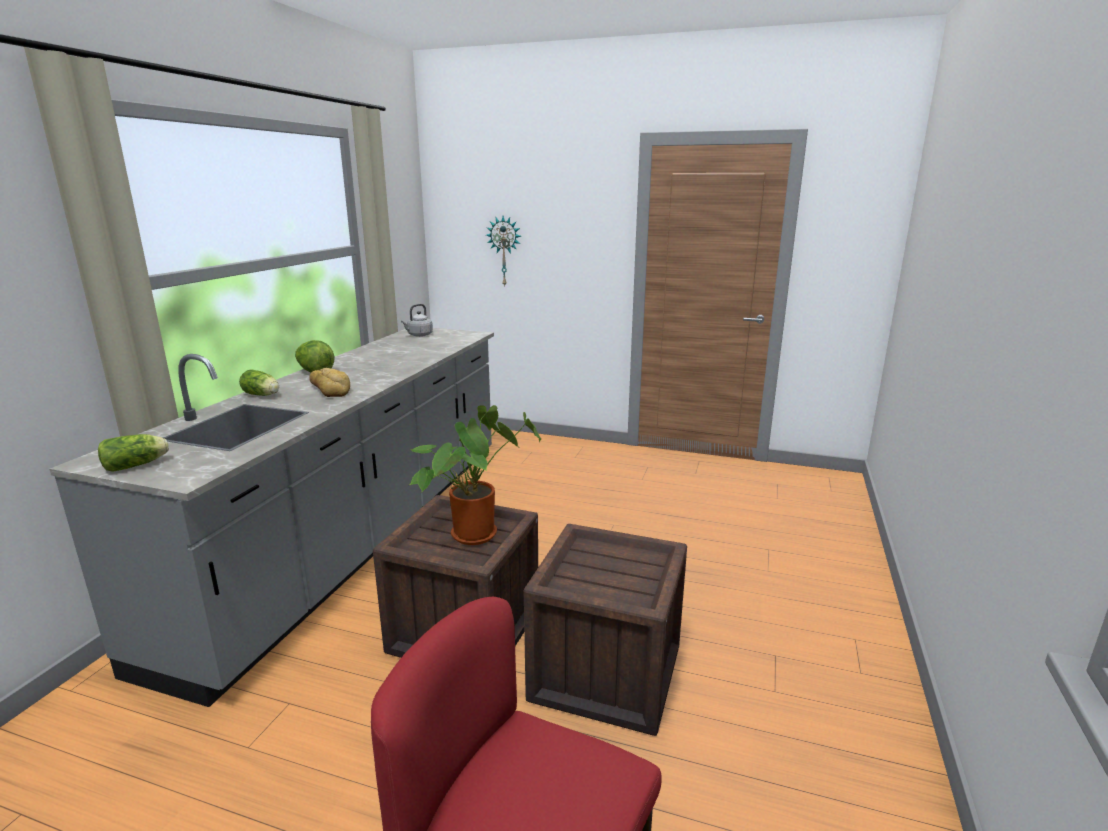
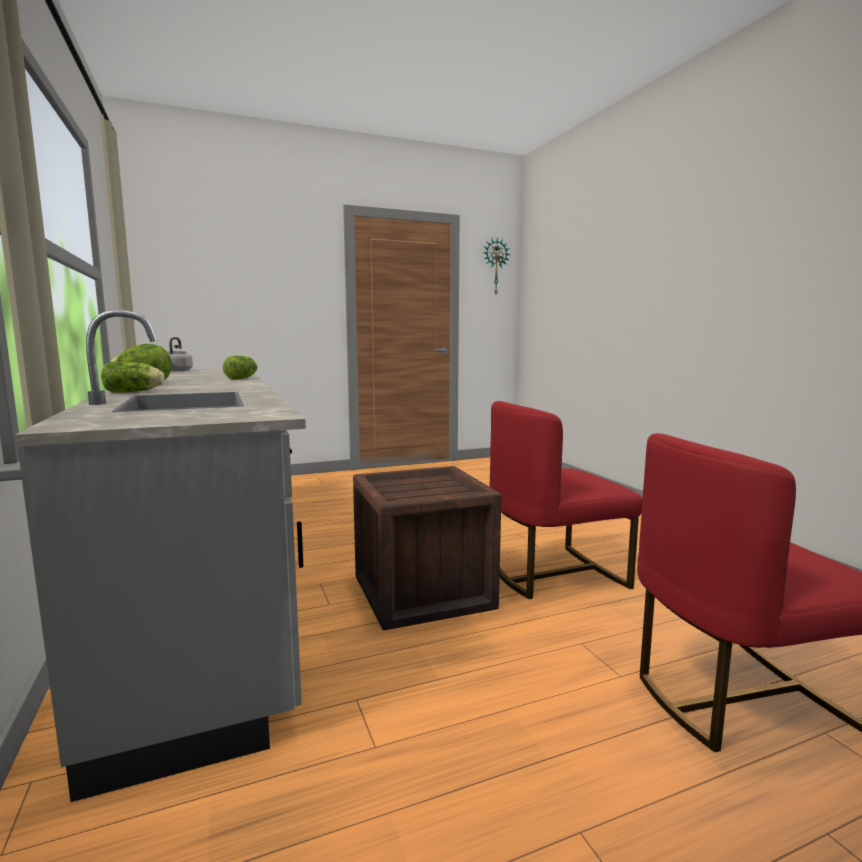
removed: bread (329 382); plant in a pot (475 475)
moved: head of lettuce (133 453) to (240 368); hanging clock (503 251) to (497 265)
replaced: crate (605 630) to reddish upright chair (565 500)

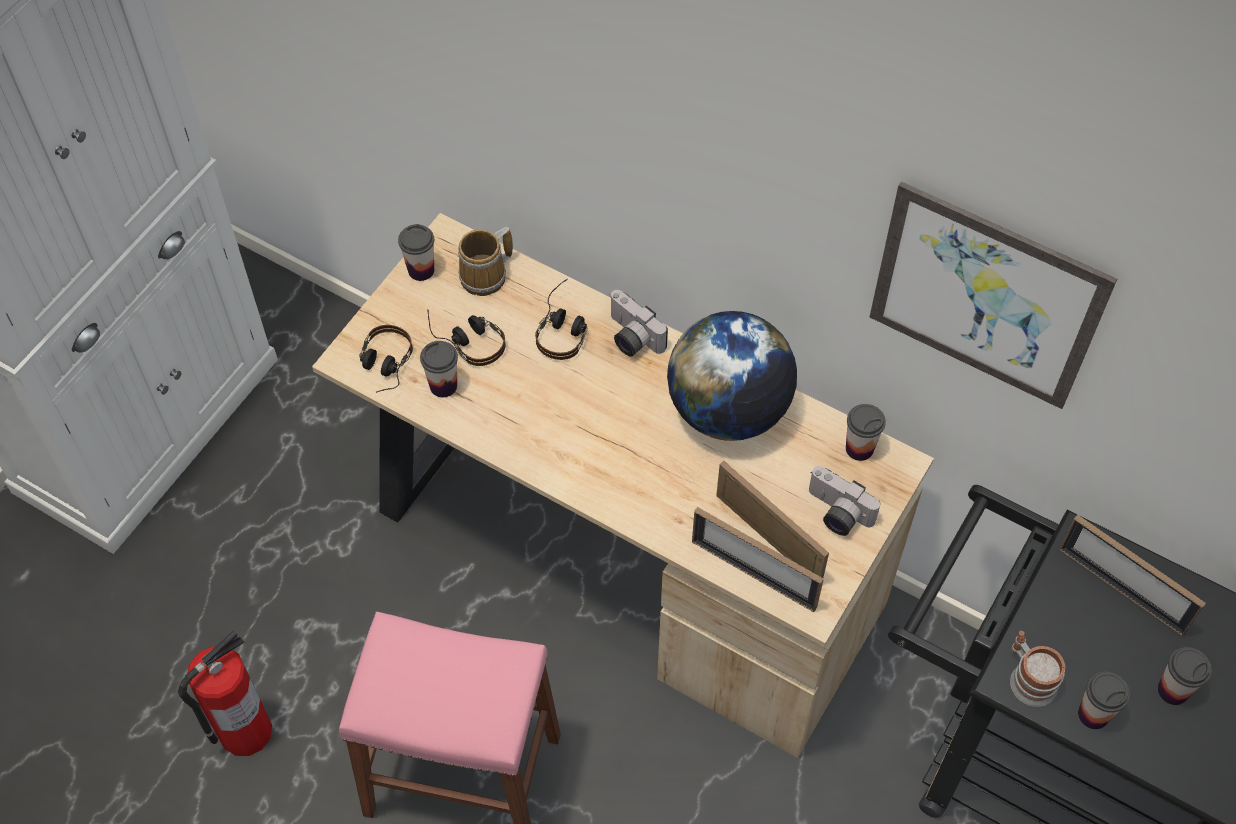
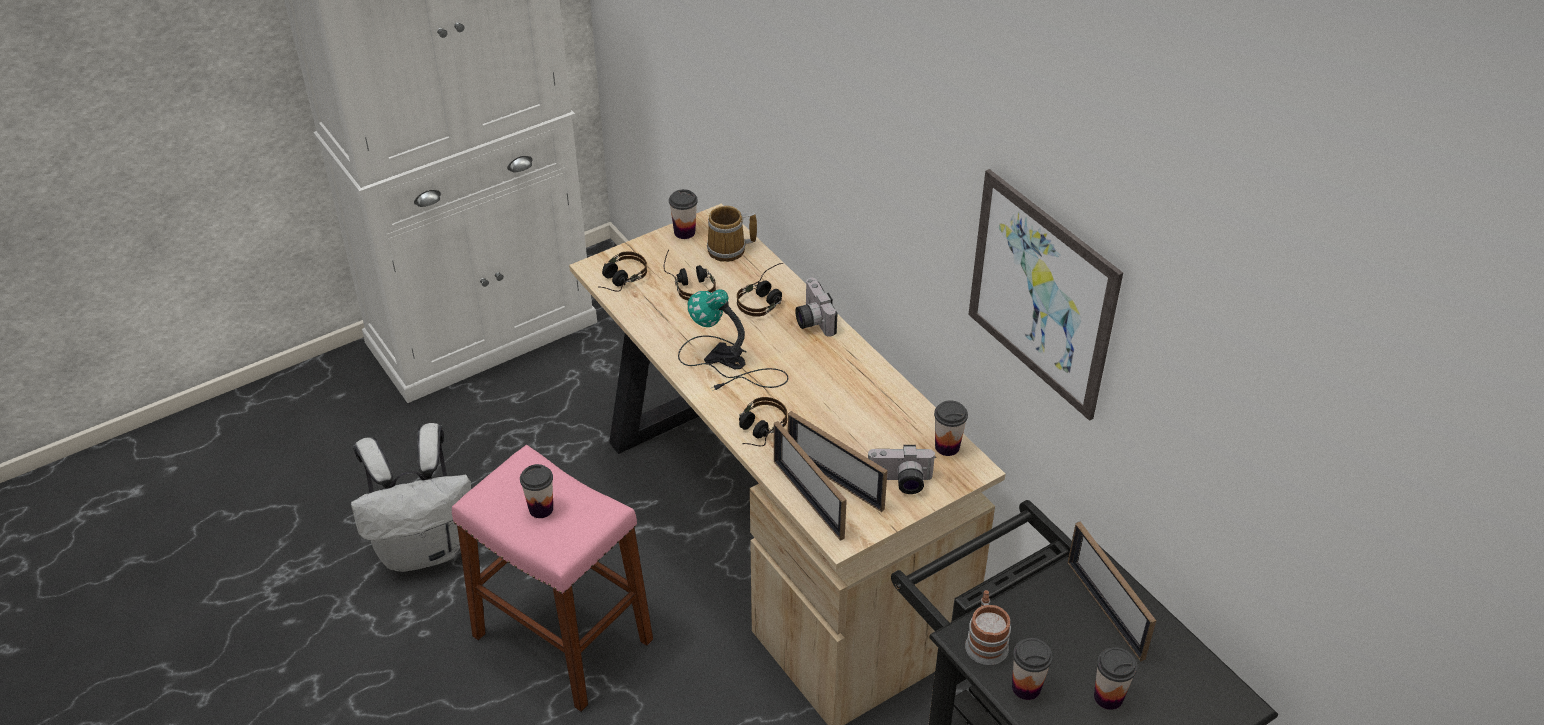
removed: desk globe (732 376)
added: lamp for a table (733 340); headset (763 421)
moved: small cup (439 369) to (536 491)
replaced: fire extinguisher (225 693) to white knapsack (411 497)
turned: standing frame (772 519) = (838 461) 150 degrees clockwise; still camera (844 501) = (901 469) 60 degrees counterclockwise

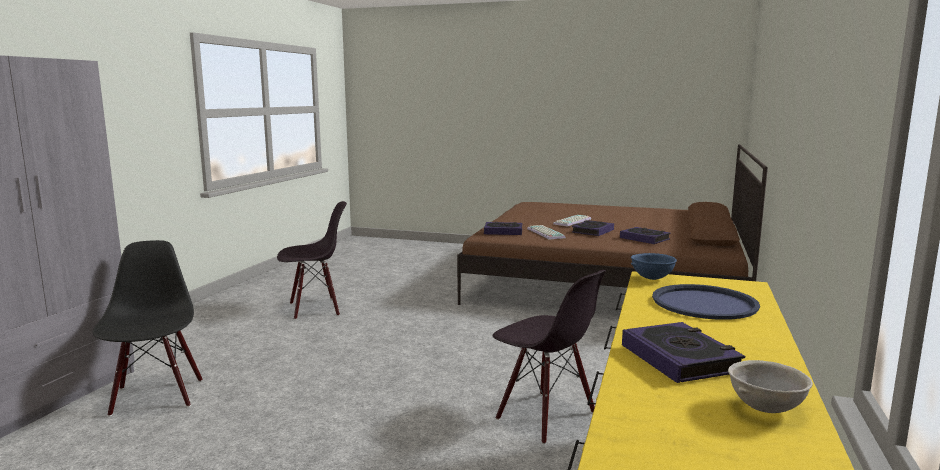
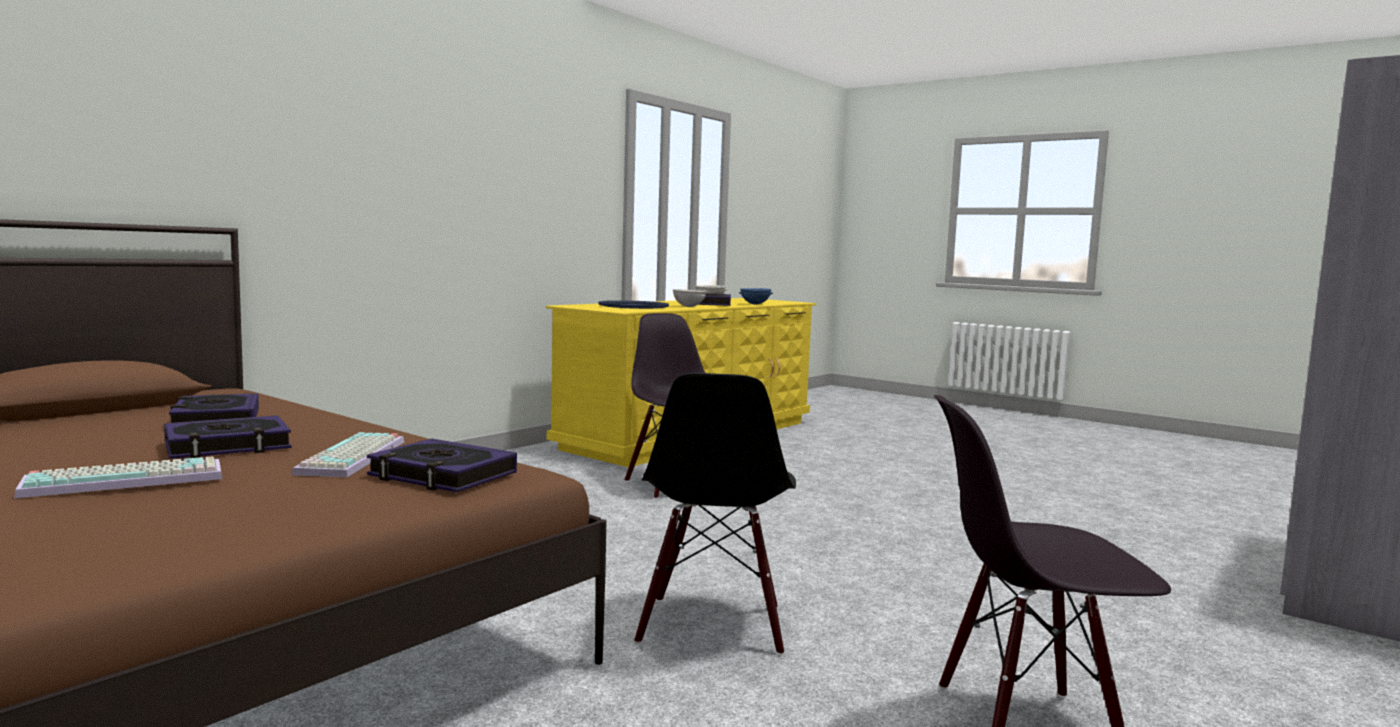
added: grey deep dish (690 298)
moved: black-coloured upright chair (148 328) to (715 514); bluish deep dish (654 266) to (756 296)

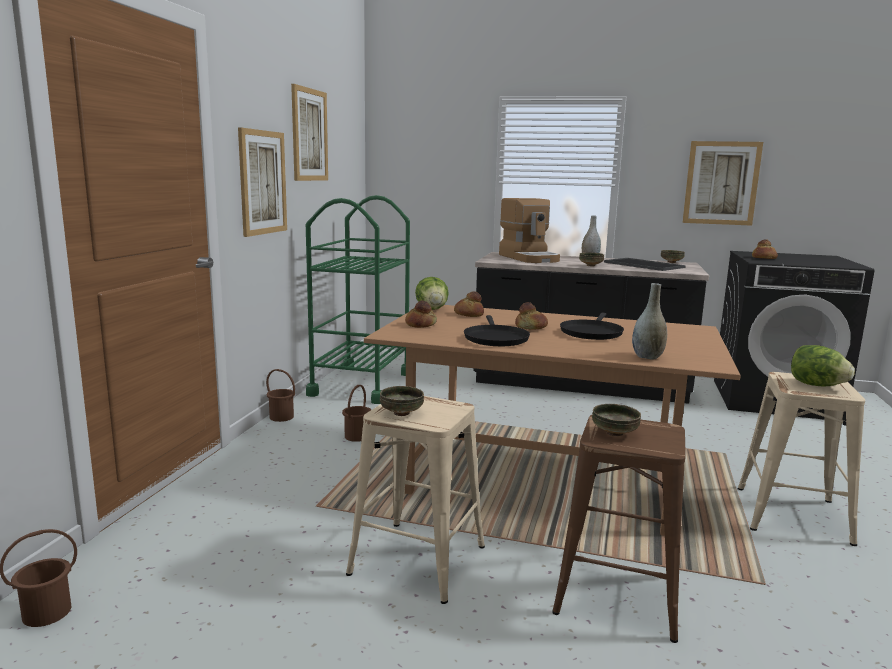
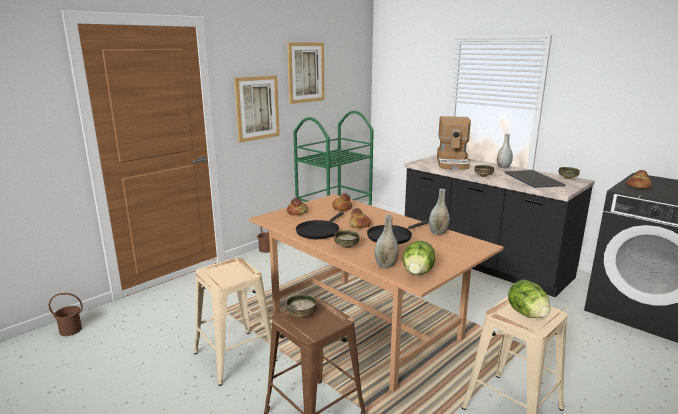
removed: brown-coloured bucket (356 413); wall picture (722 183)
added: grey vase (439 212)
moved: deep dish (402 401) to (346 239); head of lettuce (432 293) to (419 258)

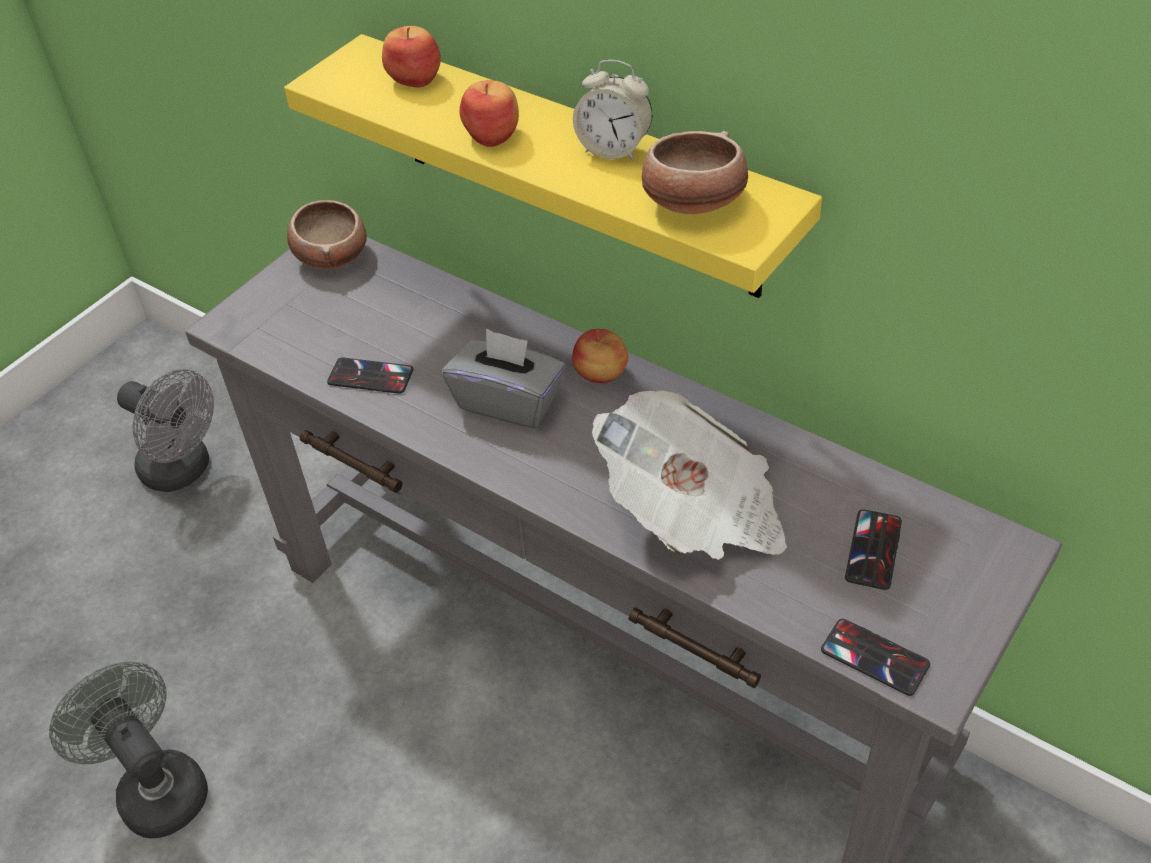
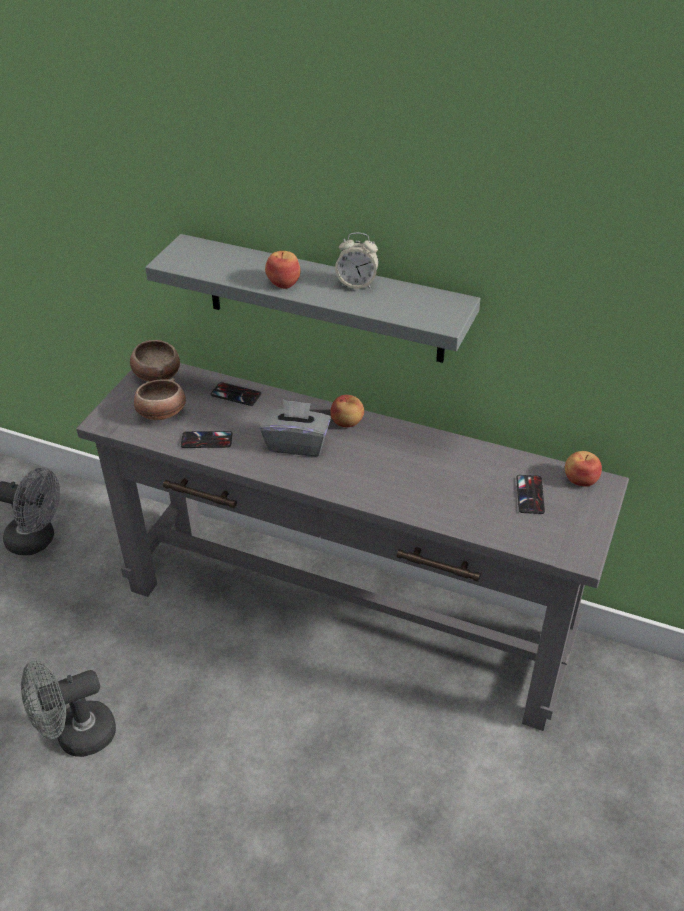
removed: newspaper (689 475)
moved: whole apple (411 57) to (583 469); deep dish (695 172) to (160 399); phone (875 657) to (236 394)
recoloured: yellowish wall shelf (553 166) to grey wall shelf (312 298)
turned: grey fan (128 750) = (68 708) 60 degrees counterclockwise

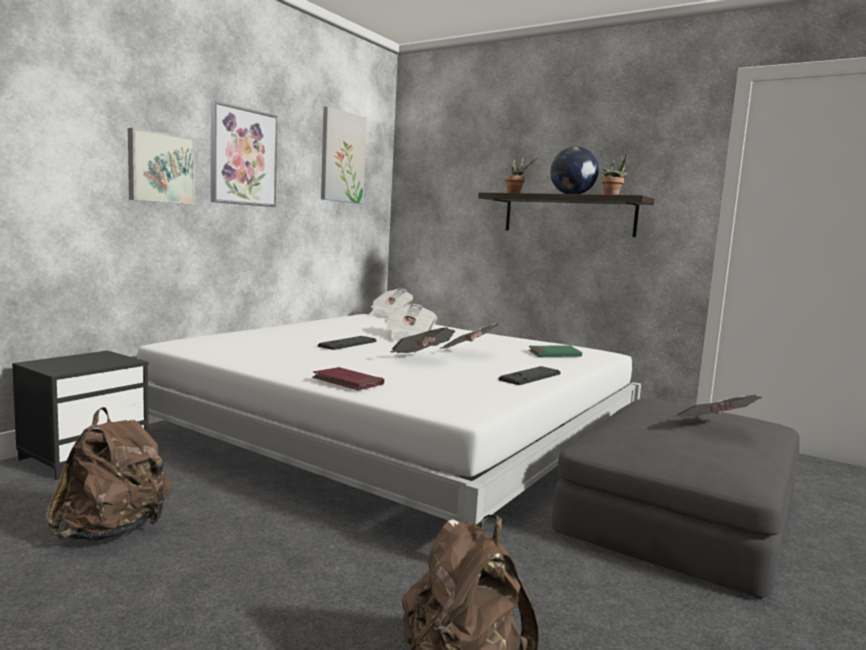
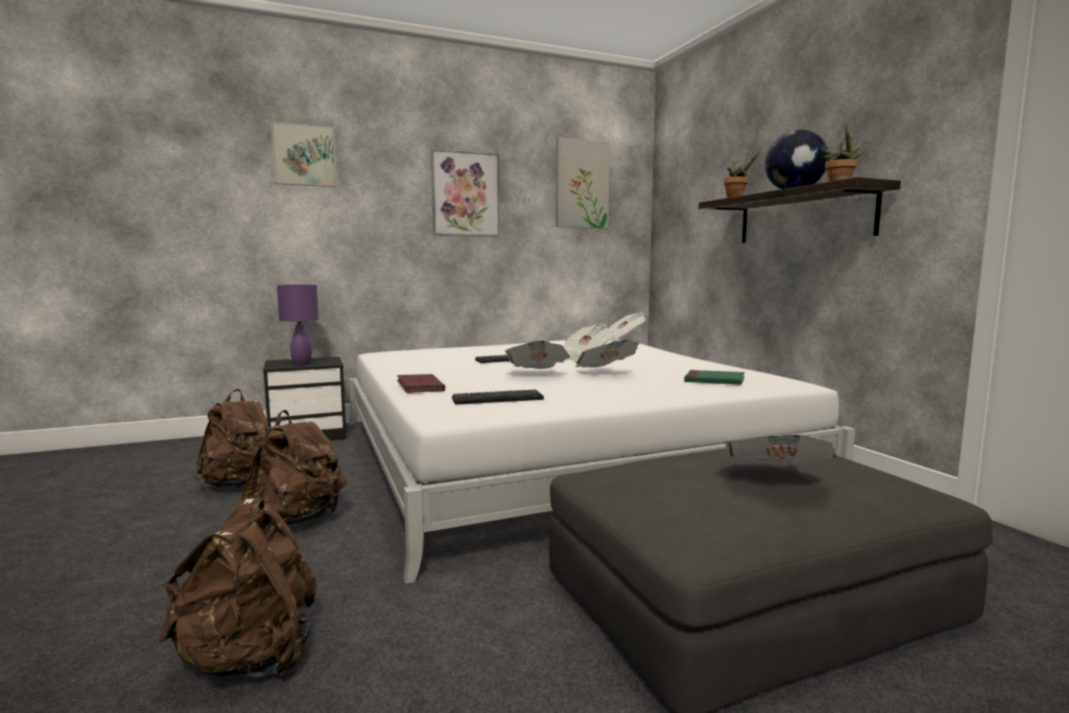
added: brown-coloured knapsack (293 467); purple lamp for a table (298 324)
moved: wall picture (161 166) to (303 154); computer keyboard (530 375) to (498 397)

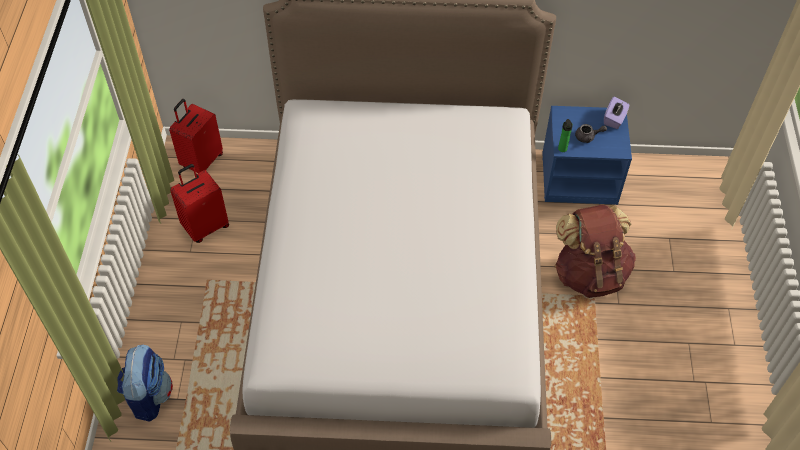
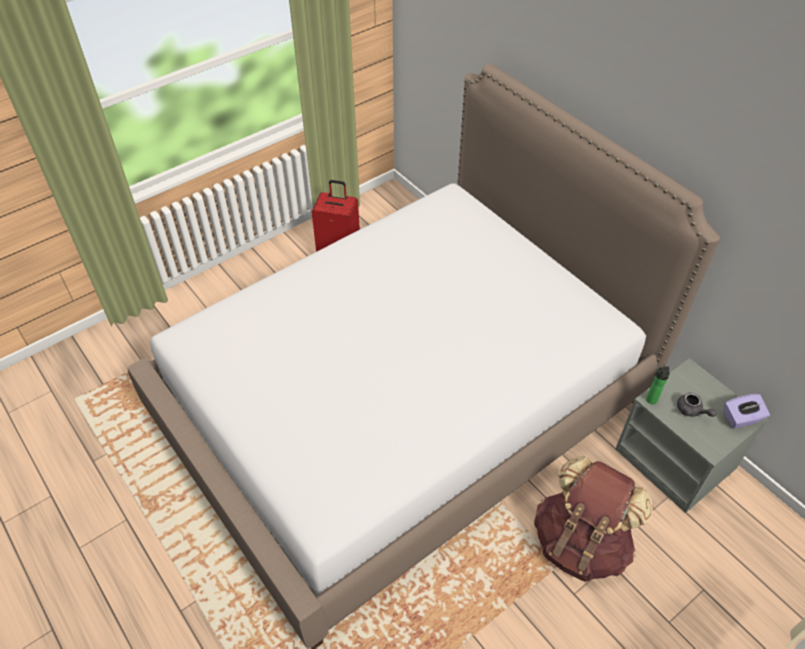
removed: knapsack (145 383); reddish piece of luggage (196 136)
recoloured: bluish night table (587 155) to grey night table (691 435)

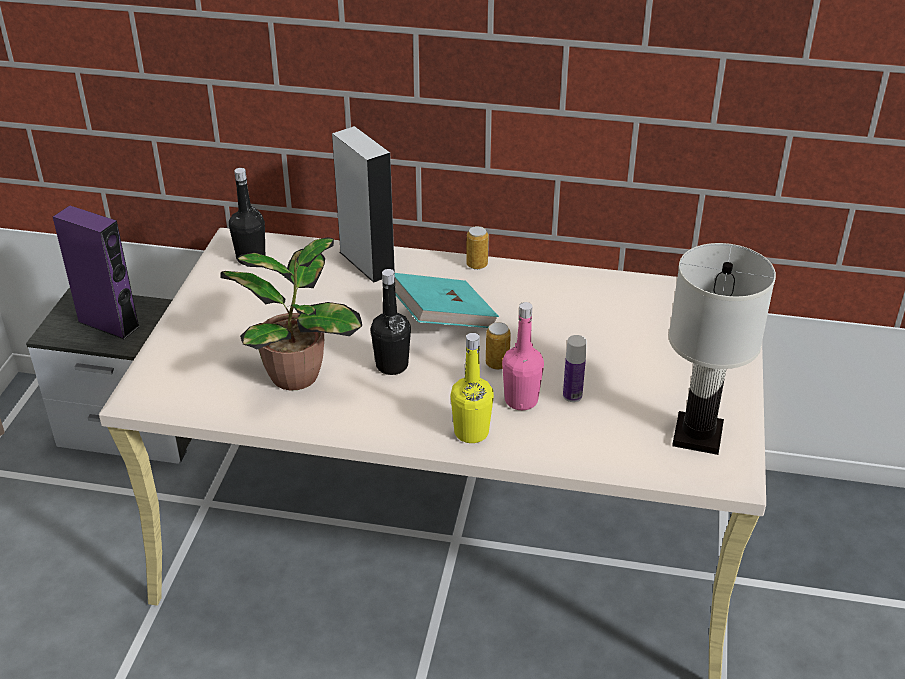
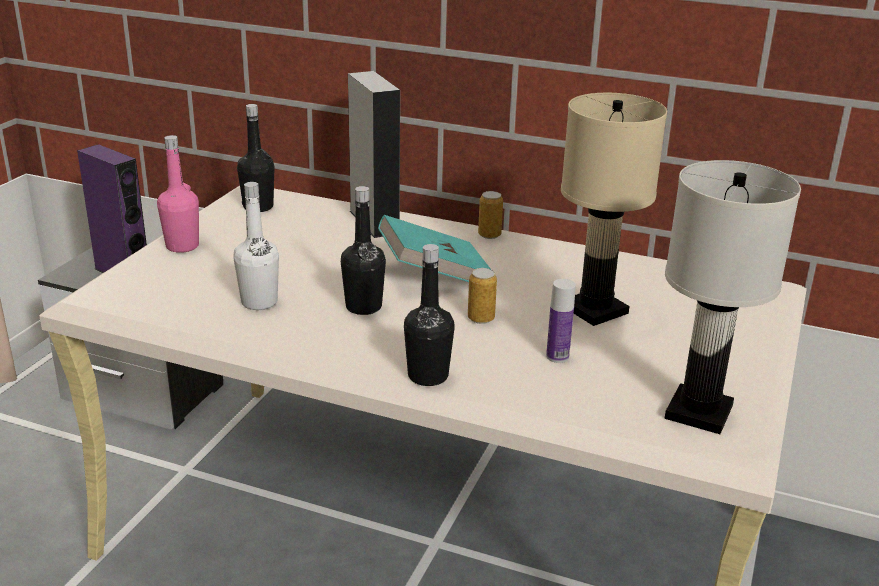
added: beige lamp for a table (614 209)
moved: pink-coloured bottle (523 356) to (178 194)
replaced: plant in a pot (291 313) to white bottle (256 246)
recoloured: yellowish bottle (472 388) to black-coloured bottle (429 315)

